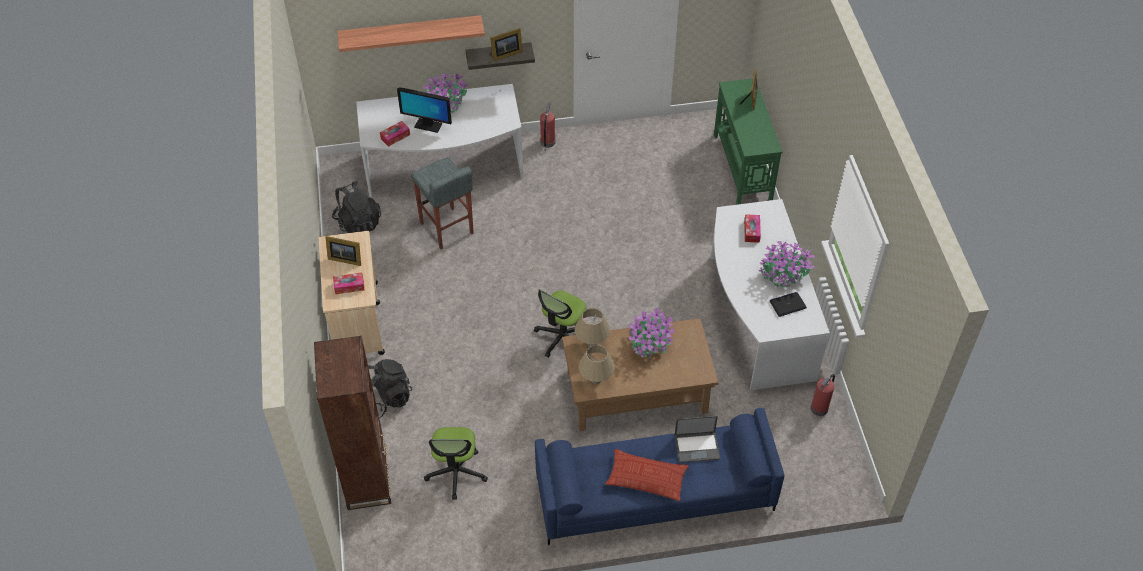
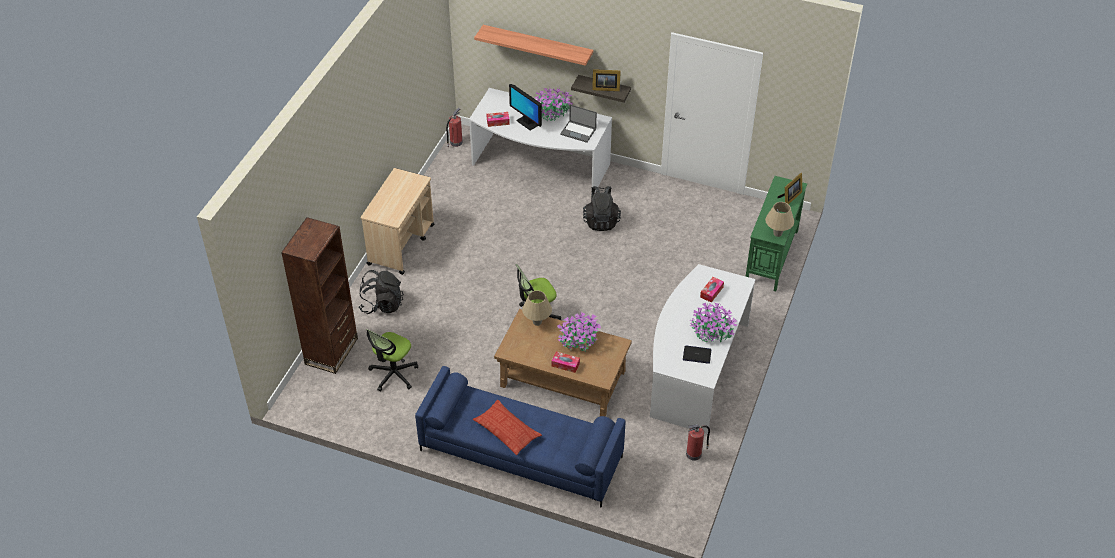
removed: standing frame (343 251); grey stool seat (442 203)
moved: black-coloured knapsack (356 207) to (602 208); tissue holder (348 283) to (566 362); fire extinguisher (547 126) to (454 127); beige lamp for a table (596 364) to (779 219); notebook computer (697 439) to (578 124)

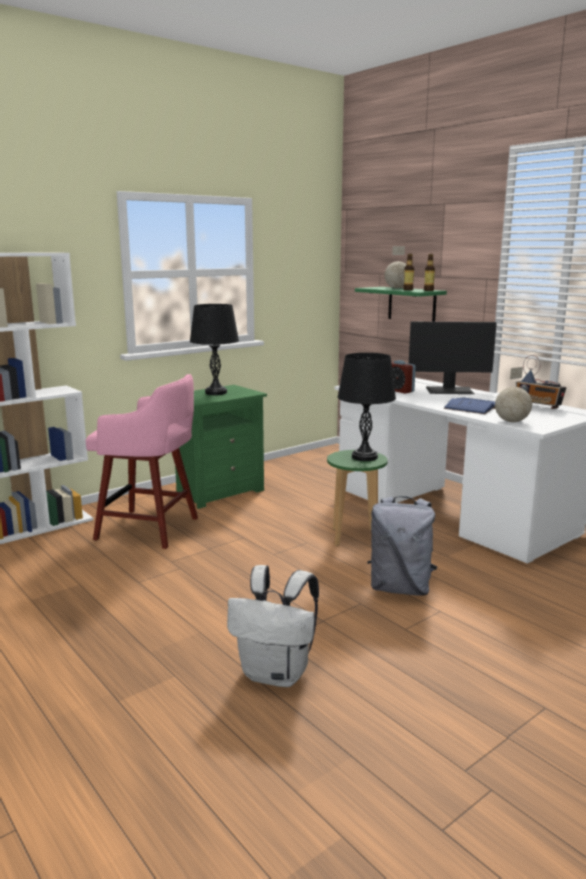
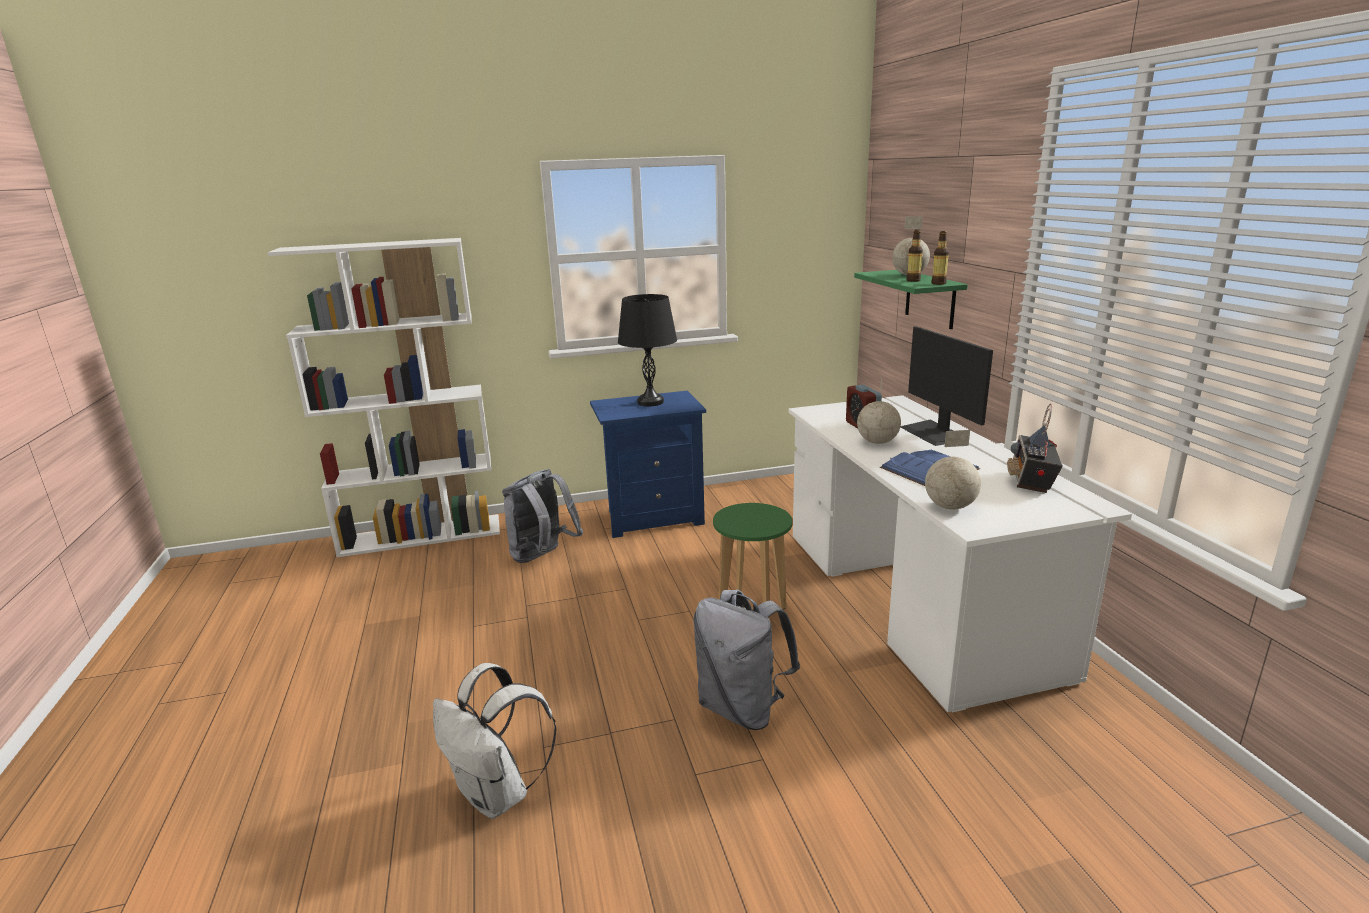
removed: black-coloured lamp for a table (367 407)
added: desk globe (879 411)
replaced: pink-coloured stool seat (142 461) to grey knapsack (542 516)
recoloured: greenish night table (221 447) to bluish night table (648 464)
turned: computer display (453 358) = (946 386) 45 degrees clockwise; radio set (541 382) = (1035 448) 45 degrees clockwise

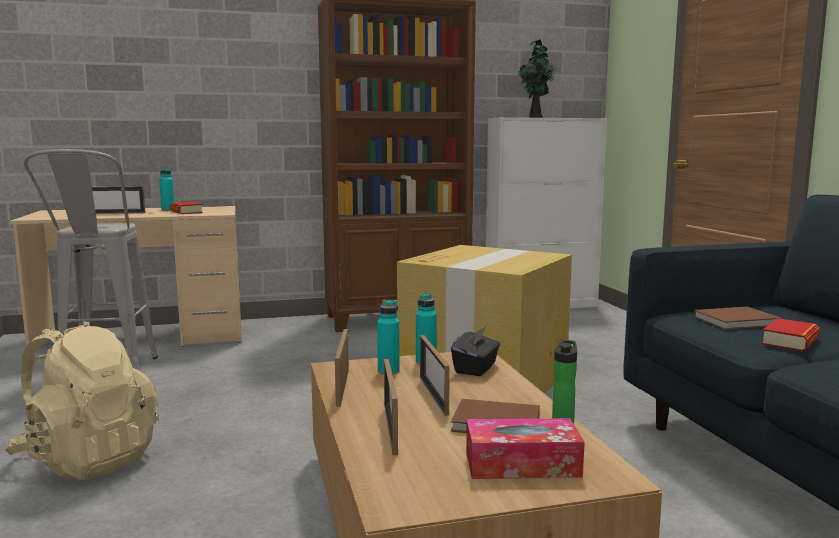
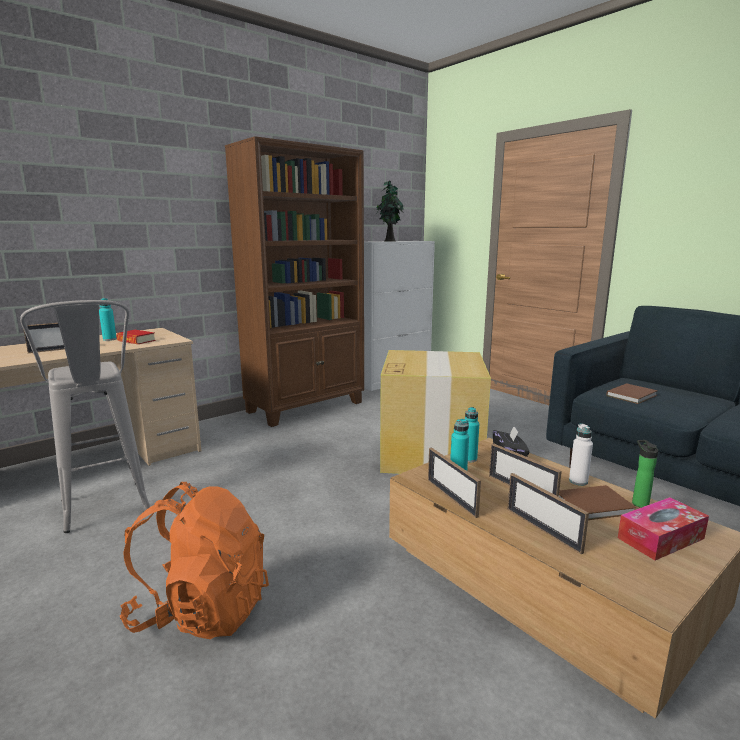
removed: book (791 335)
added: white bottle (581 454)
recoloured: beige knapsack (82 400) to orange knapsack (194 560)

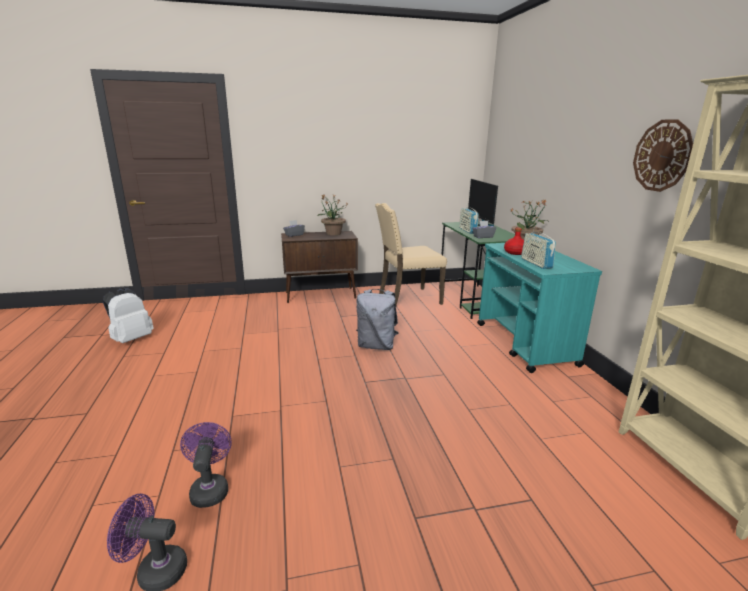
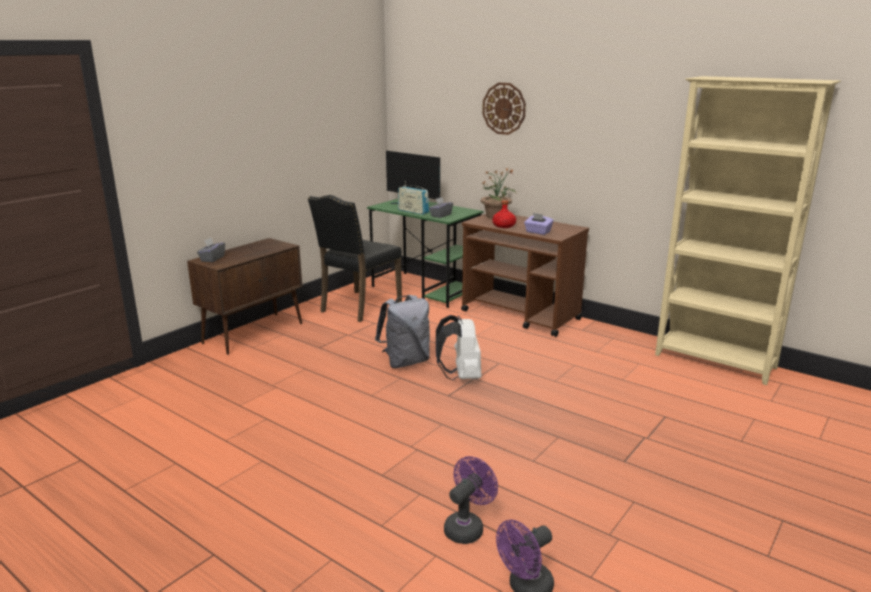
removed: plant in a pot (332 214)
moved: white knapsack (128 315) to (459 348); hanging clock (663 155) to (504 109)
replaced: radio set (538 249) to purple tissue holder (538 224)
recoloured: beige upright chair (411 254) to black-coloured upright chair (355 258); turquoise-coloured cart (539 308) to brown-coloured cart (525 275)
turned: purple fan (206 465) = (471 500) 90 degrees clockwise

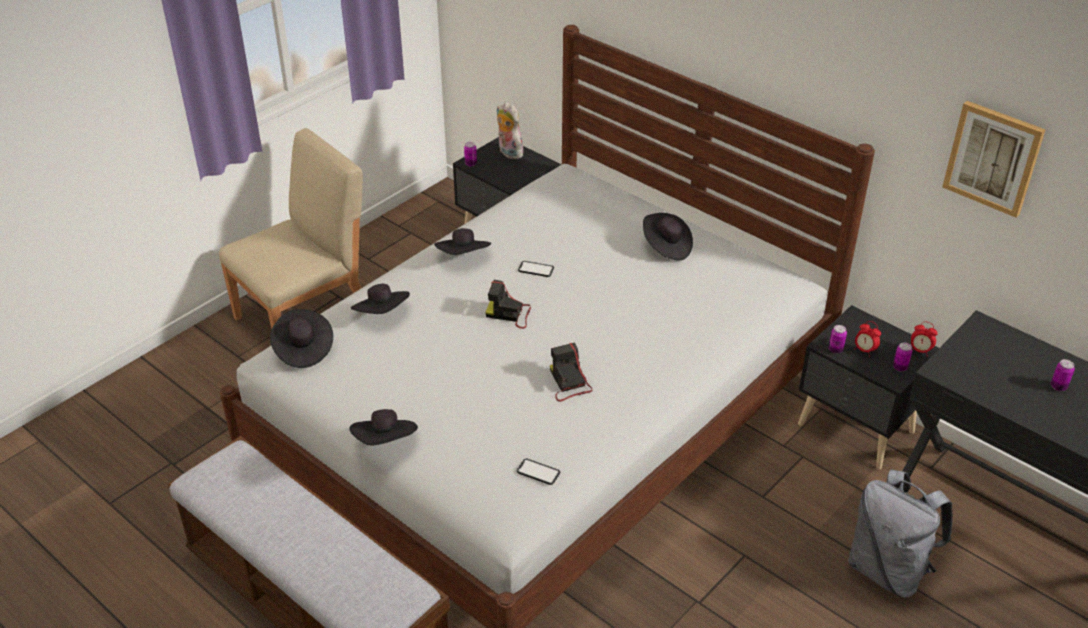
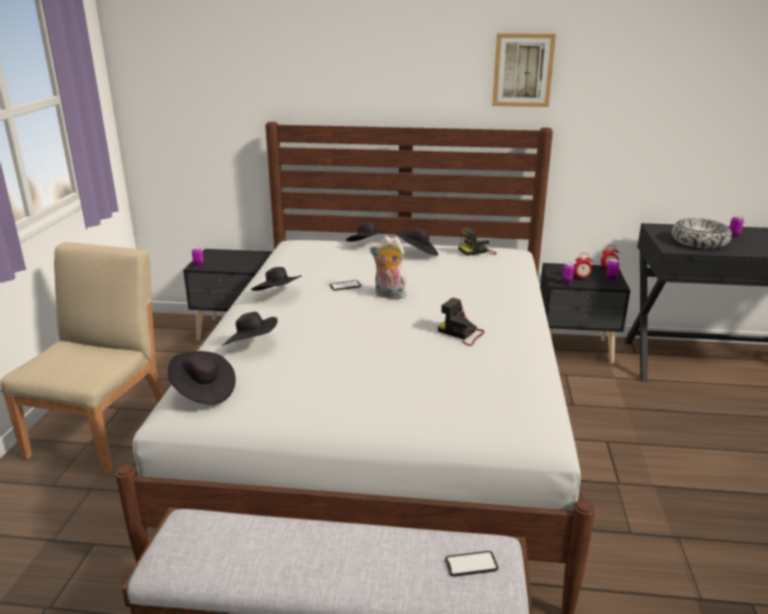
removed: grey knapsack (900 533)
added: deep dish (702 233)
moved: black-coloured clothing hat (383 427) to (367 232); still camera (508 304) to (477 242); cuddly toy (511 130) to (388 267); phone (538 472) to (472 564); wall picture (994 159) to (524 70)

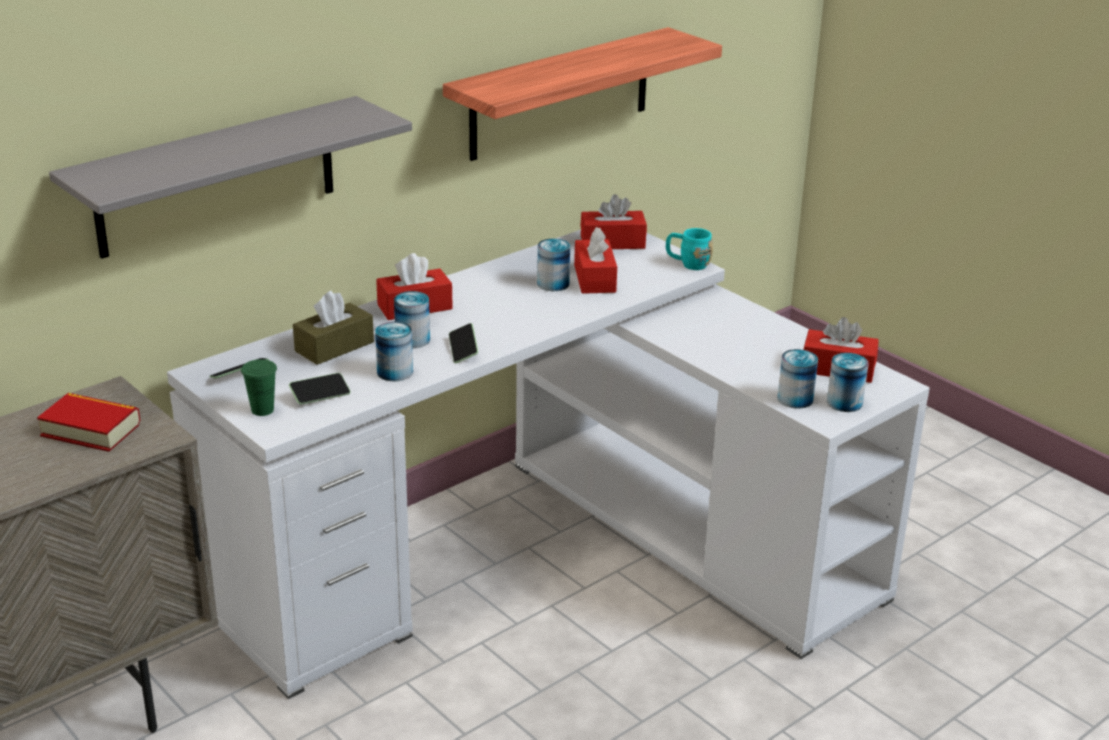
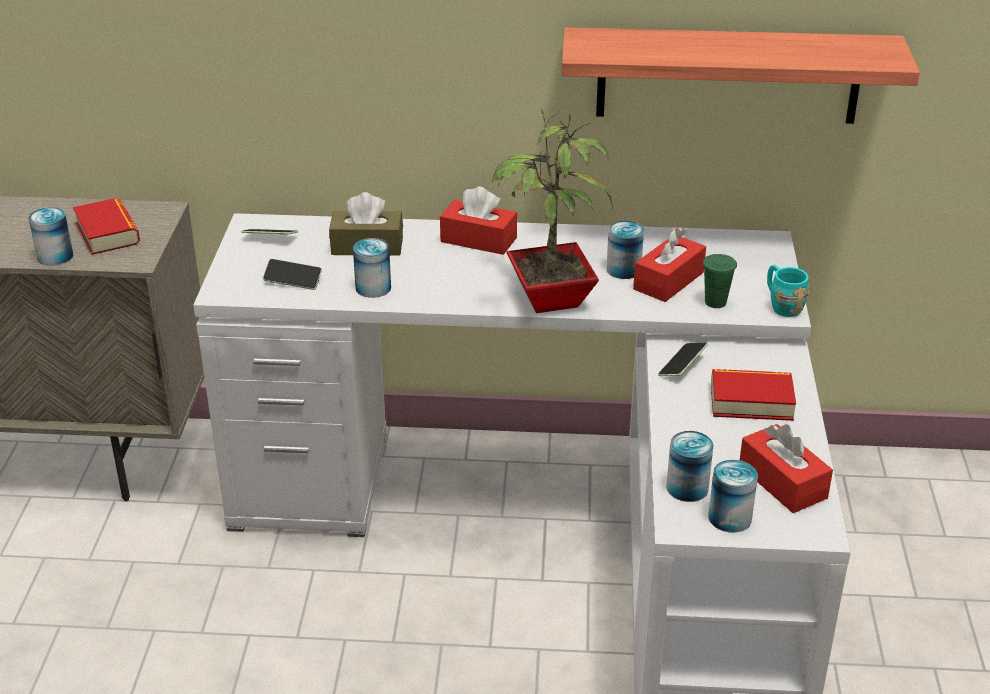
removed: grey wall shelf (230 177); reddish tissue holder (613 221)
added: plant in a pot (552 210); book (753 395)
moved: greenish small cup (259 387) to (720 281); can (412 320) to (51 236); phone (463 343) to (683 359)

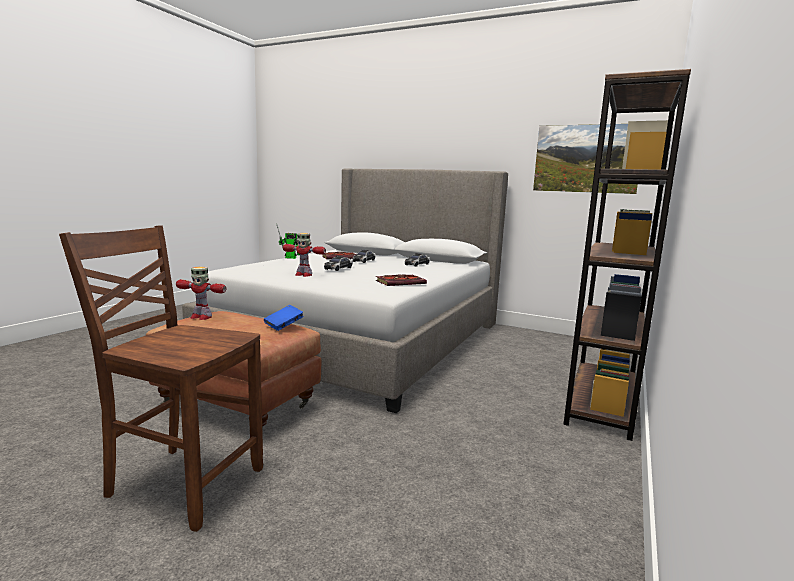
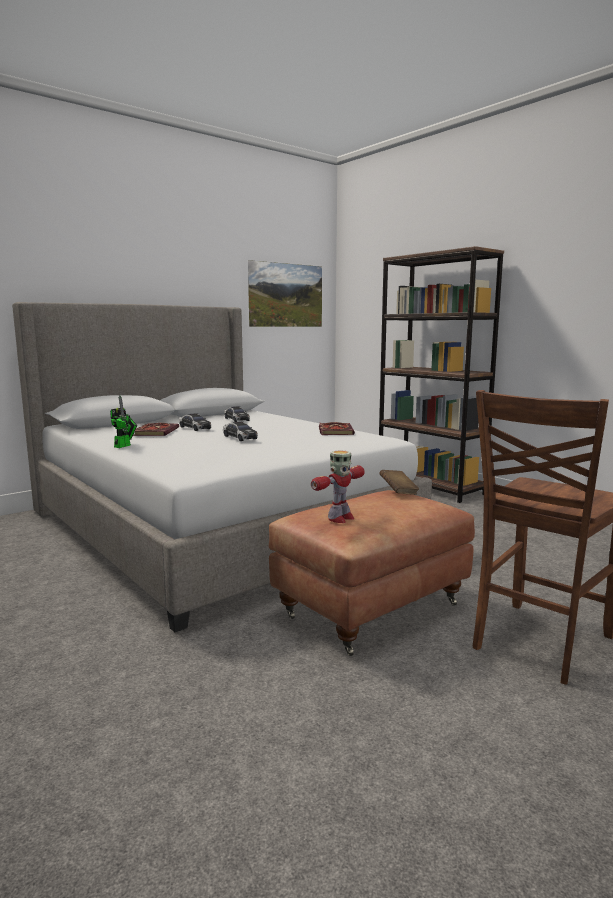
removed: robot figure (304 255)
recoloured: bluish book (284 318) to brown-coloured book (399 482)

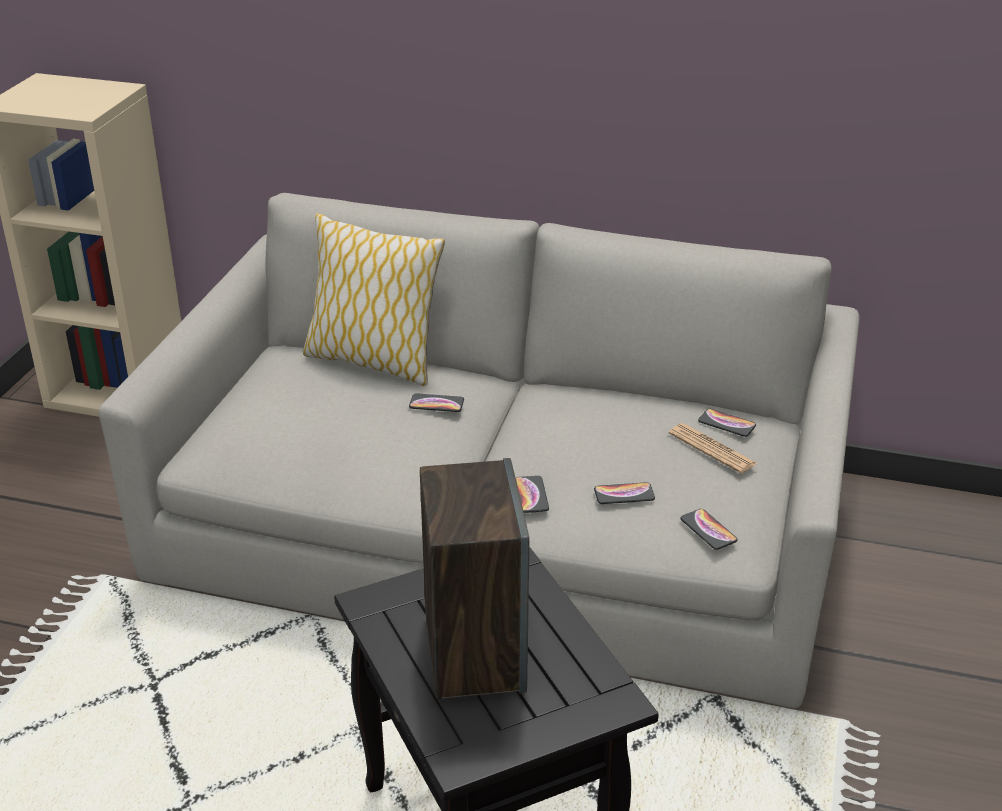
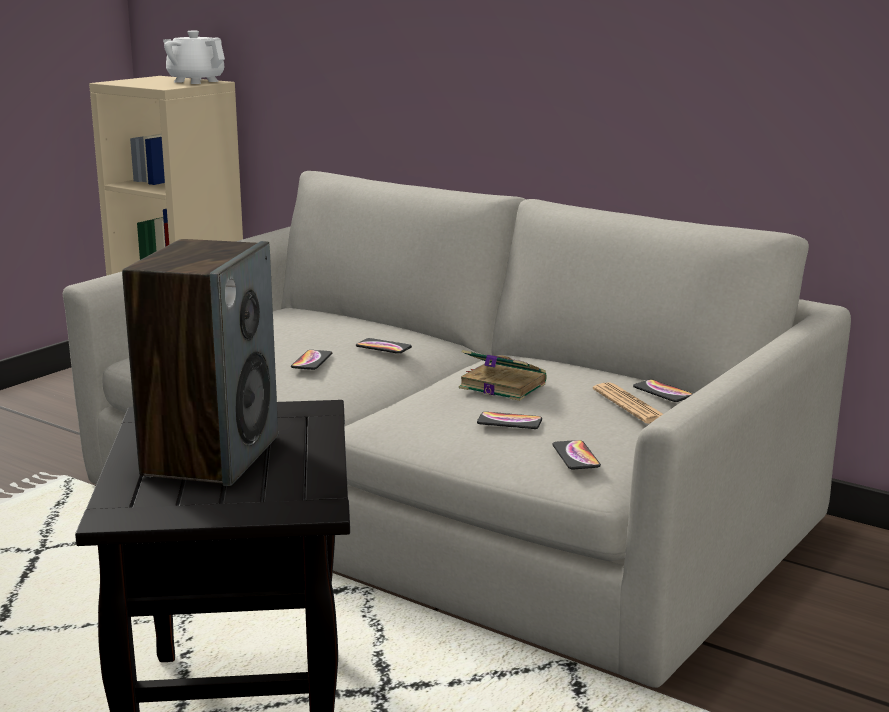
removed: cushion (374 299)
added: white pot for tea (194 57); book (502 375)
moved: phone (532 494) to (311 360)

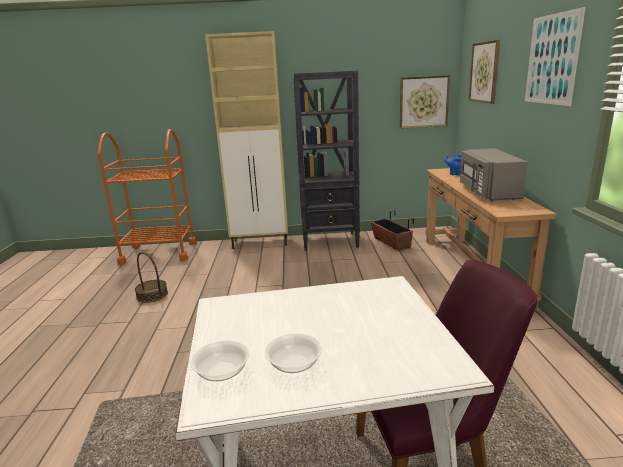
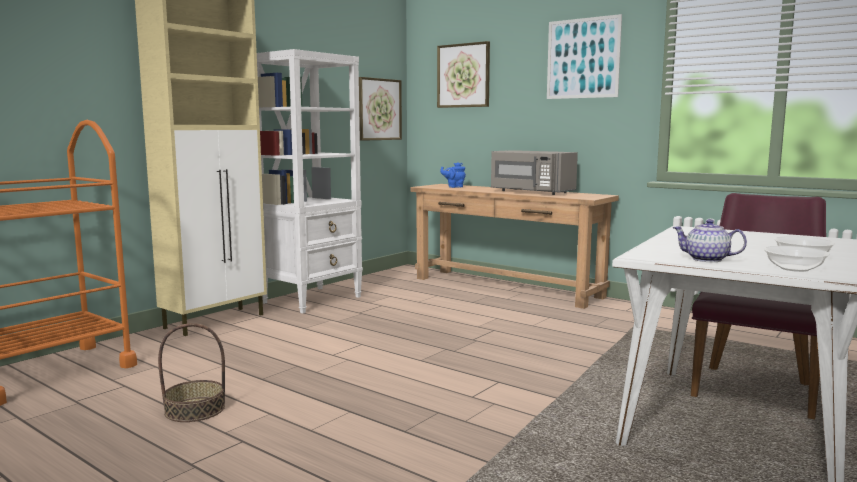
removed: flower pot (392 230)
added: pot for tea (709 240)
recoloured: black-coloured shelving unit (326 161) to white shelving unit (310 181)

